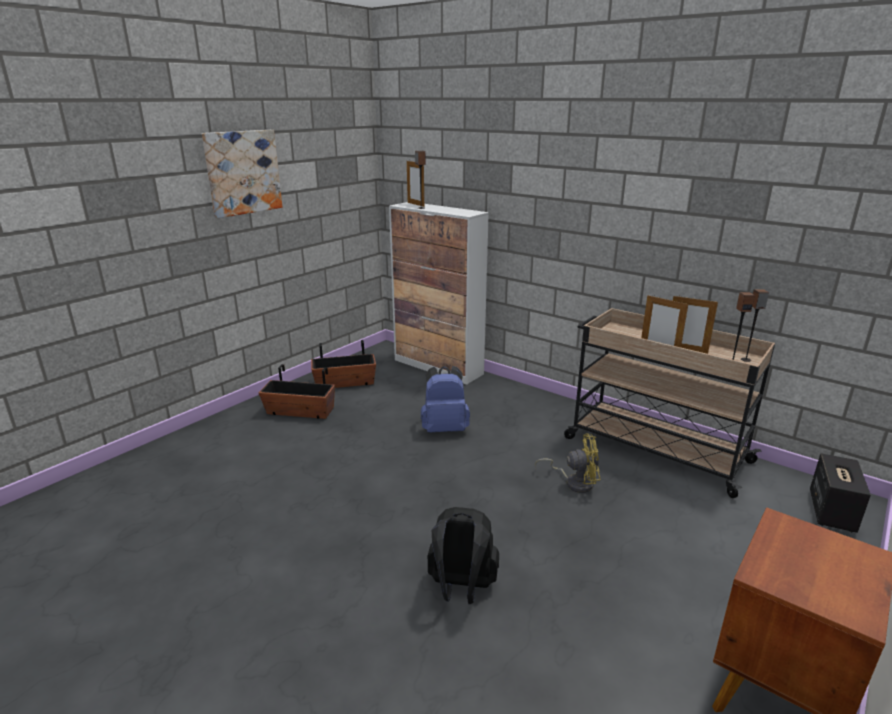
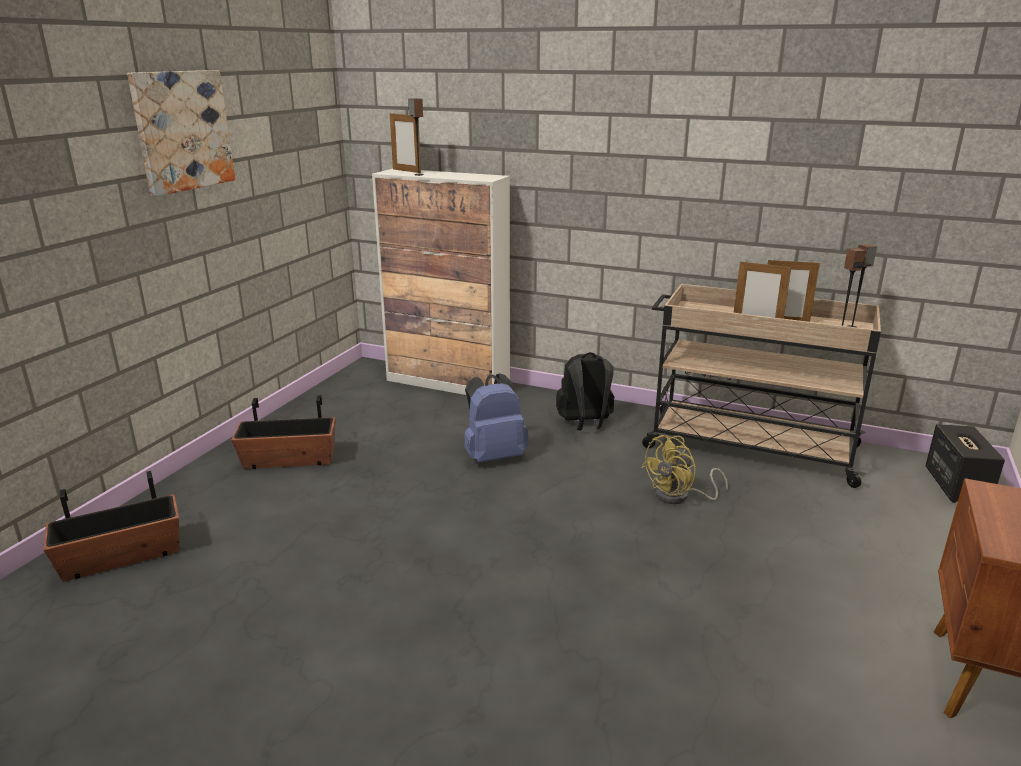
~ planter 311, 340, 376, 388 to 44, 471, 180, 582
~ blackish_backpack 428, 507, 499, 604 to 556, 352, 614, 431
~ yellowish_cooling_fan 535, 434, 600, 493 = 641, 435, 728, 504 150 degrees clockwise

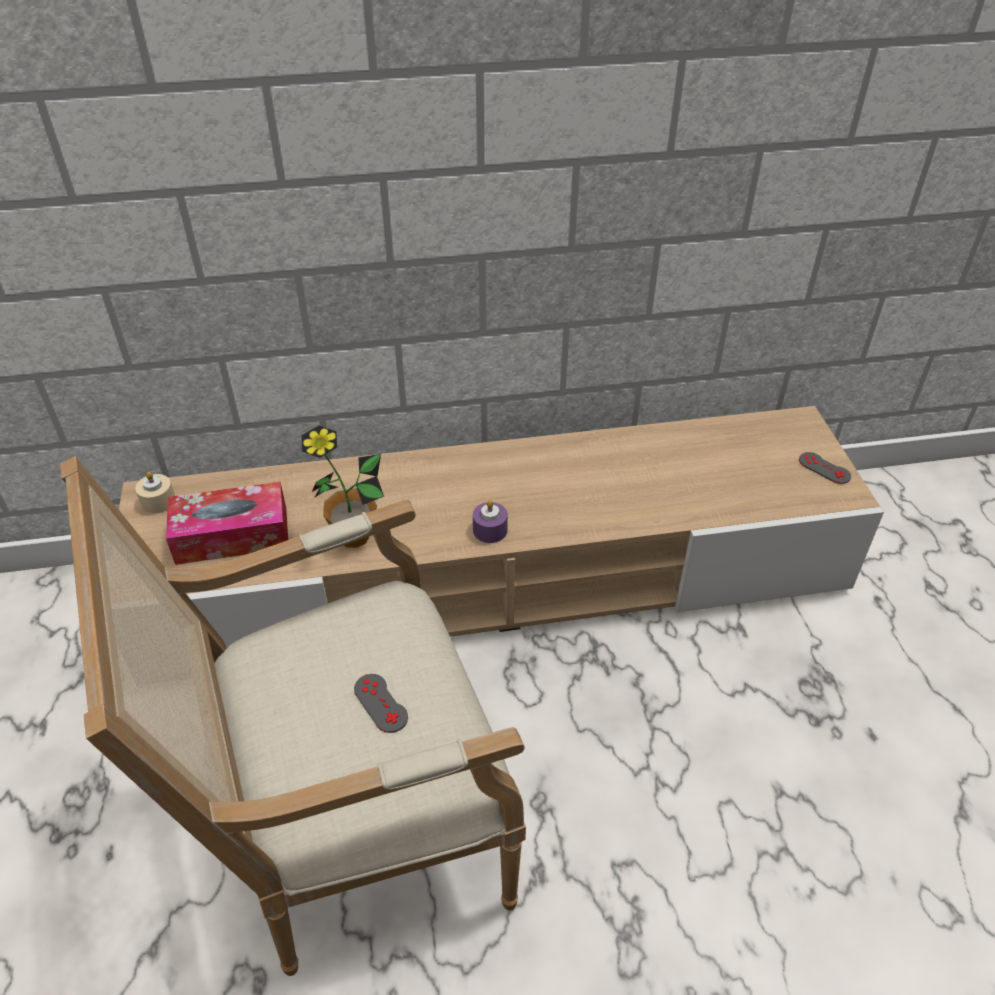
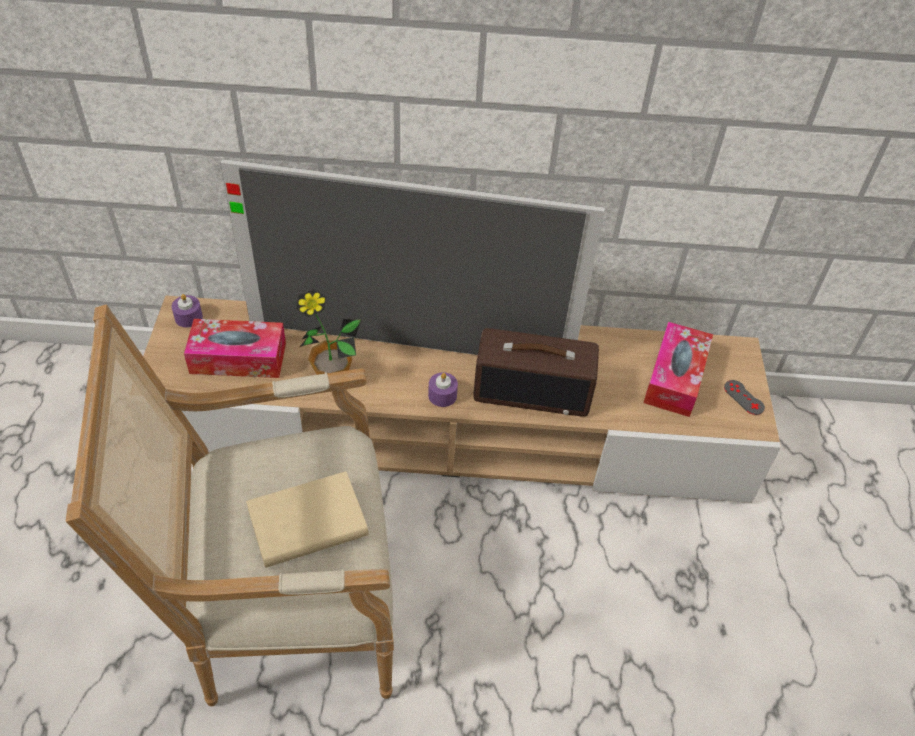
~ beige-coloured_wax_candle 135, 472, 175, 514 to purple-coloured_wax_candle 172, 294, 203, 328
~ grey_joypad 354, 674, 408, 733 to beige-coloured_volume 246, 471, 368, 568
+ TV_set 220, 159, 605, 355
+ radio_set 473, 328, 599, 417
+ box_of_tissues 643, 322, 713, 417

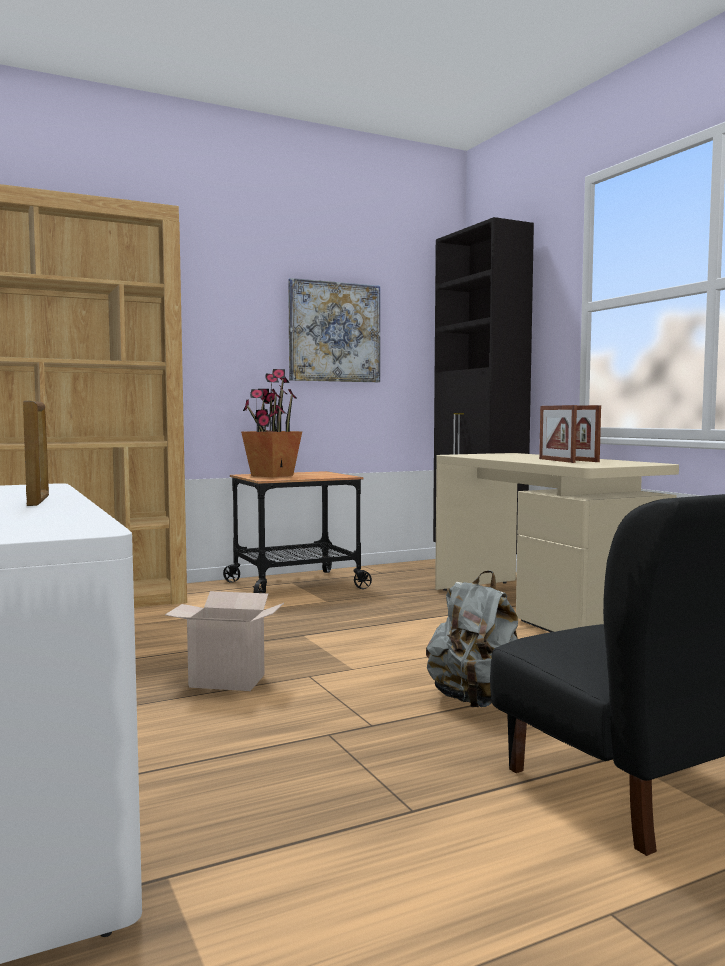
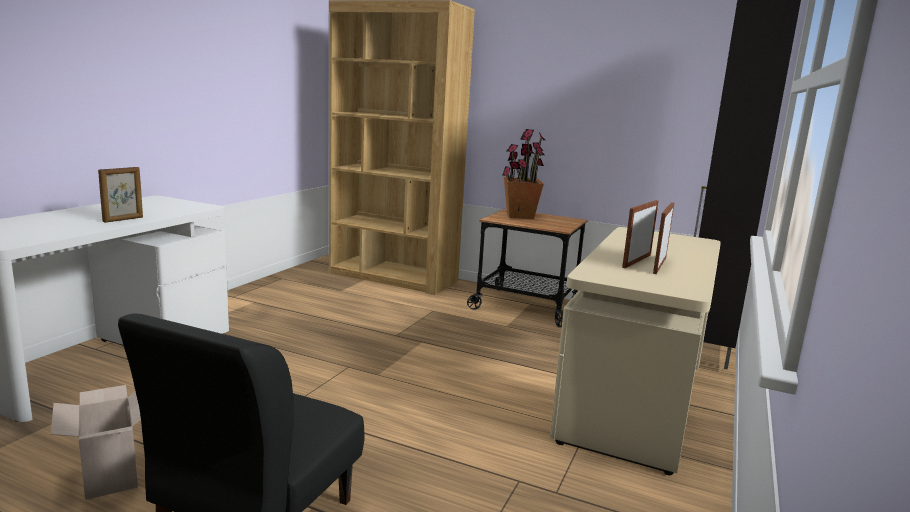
~ cardboard_box 165, 591, 284, 691 to 51, 385, 141, 500
- wall_art 288, 278, 380, 382
- grey_backpack 426, 570, 518, 707

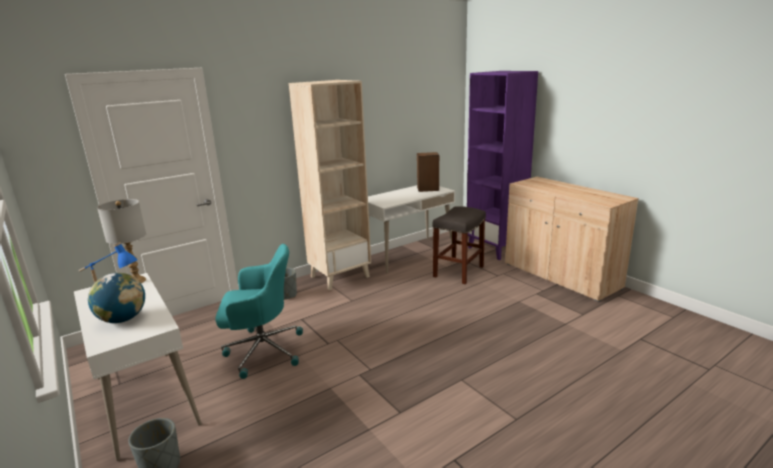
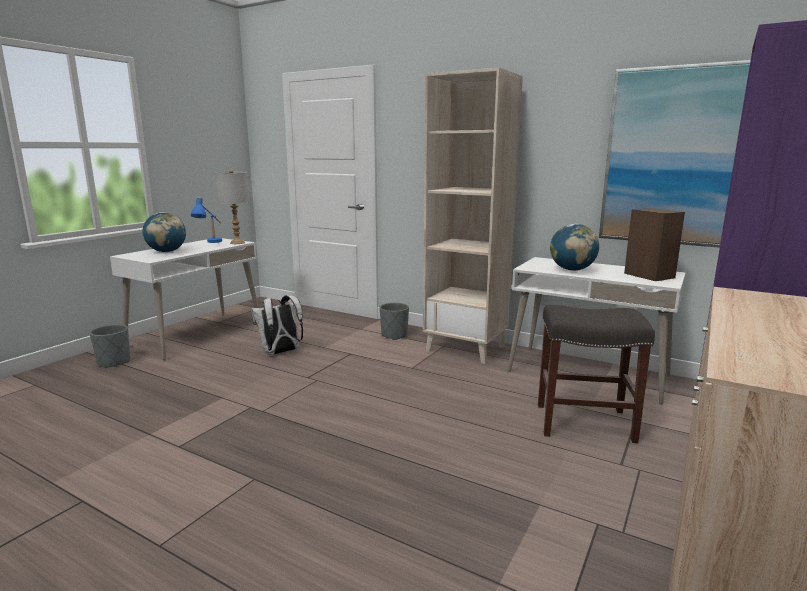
~ turquoise-coloured_computer_chair 215, 244, 303, 379 to white-coloured_backpack 251, 295, 303, 355
+ desk_globe 550, 224, 599, 271
+ wall_art 599, 60, 751, 248

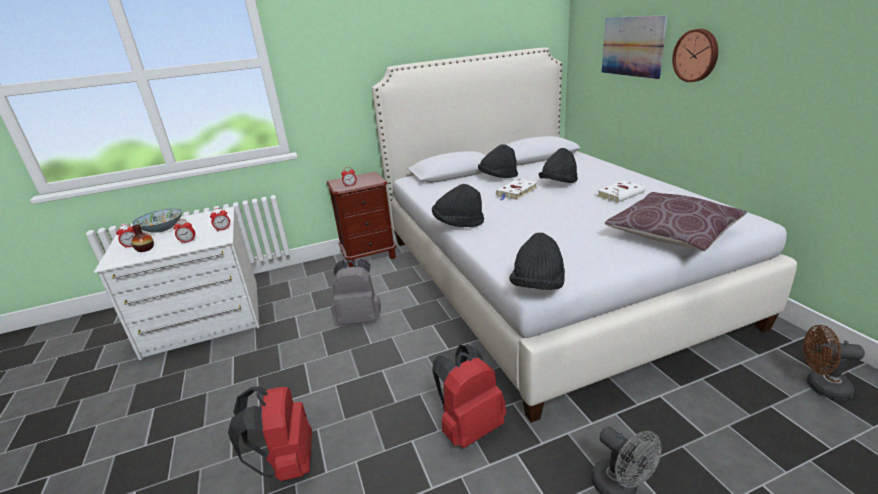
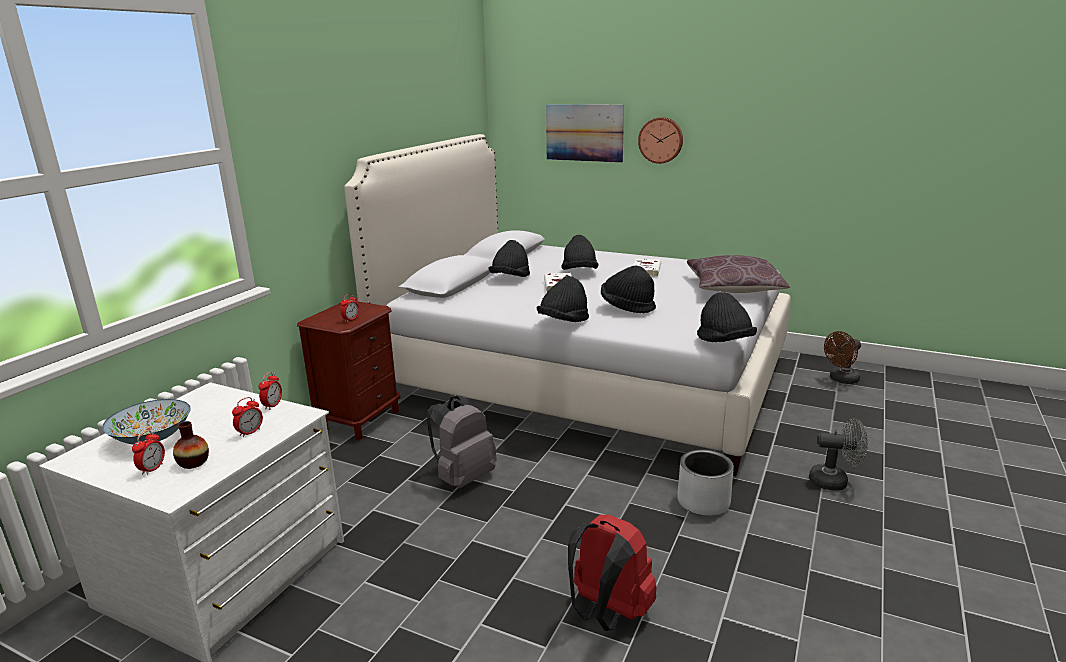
~ red-coloured_backpack 432, 345, 506, 448 to grey_planter 677, 450, 734, 516
+ blackish_hat 601, 266, 656, 313

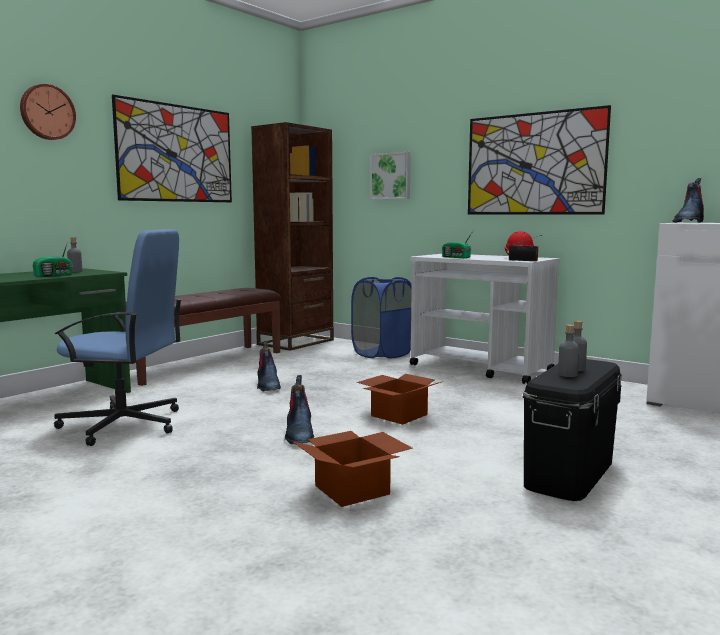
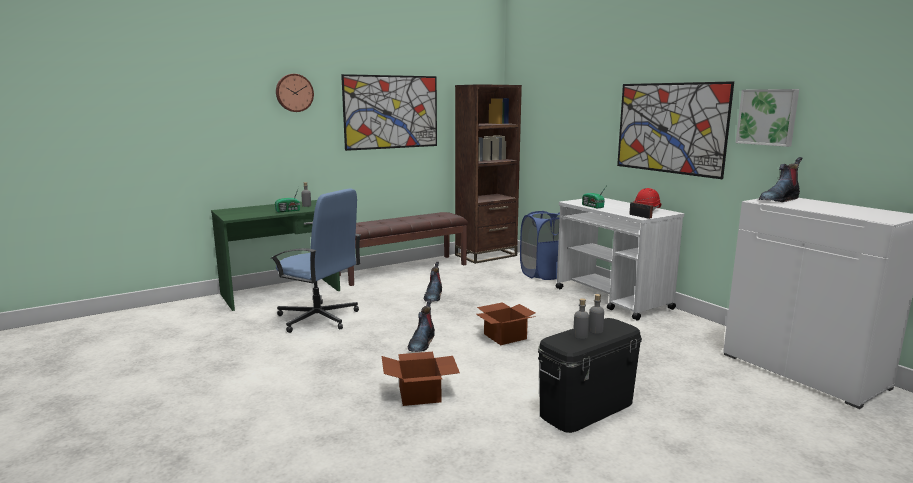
~ wall_art 370, 152, 411, 200 to 736, 89, 799, 147

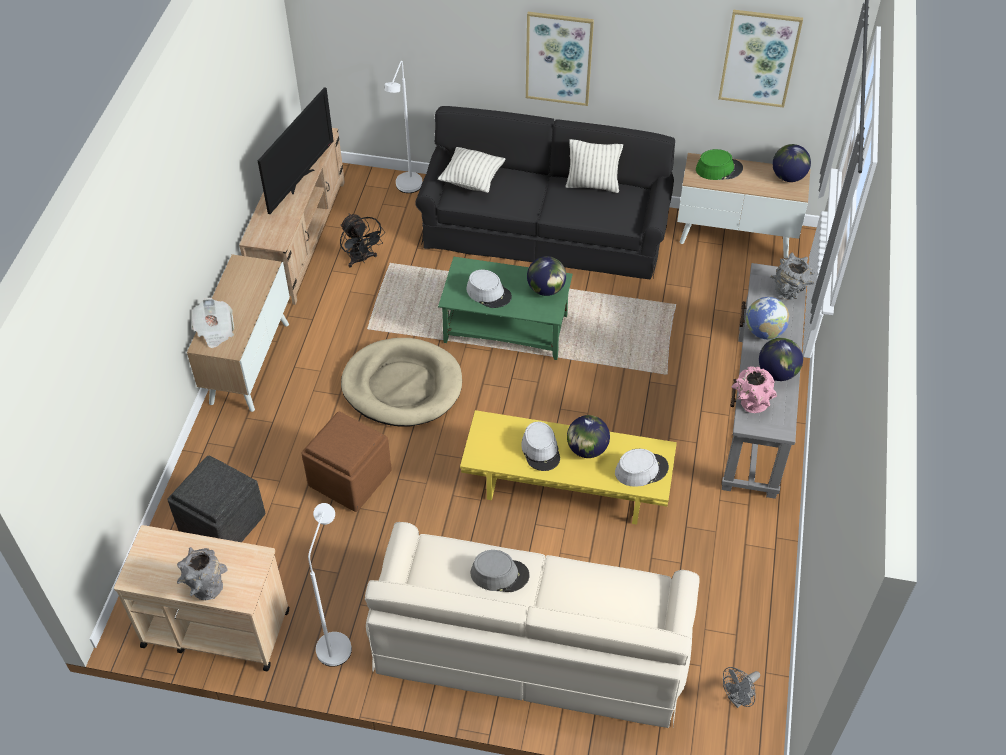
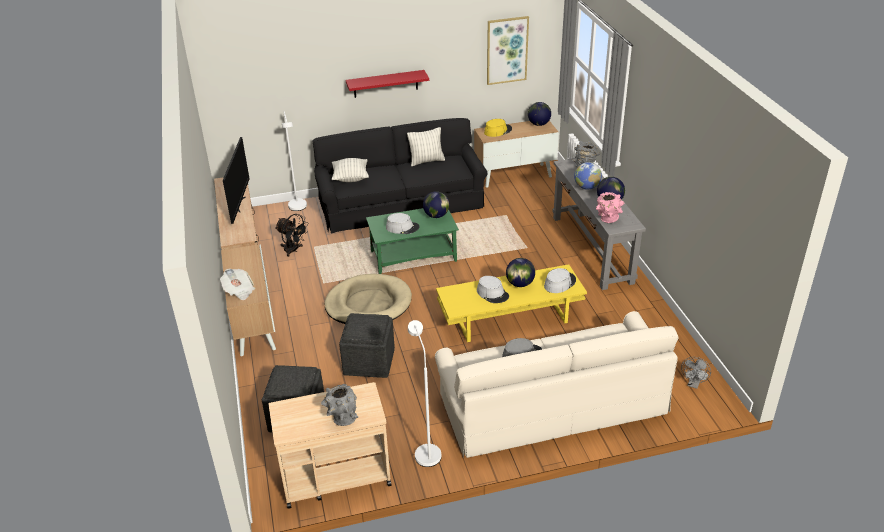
~ brown-coloured_footrest 301, 412, 392, 512 to grey_footrest 339, 313, 395, 378
~ wall_art 526, 12, 594, 106 to red-coloured_shelf 346, 70, 429, 98
~ green-coloured_hat 696, 149, 743, 180 to yellowish_hat 484, 119, 512, 137

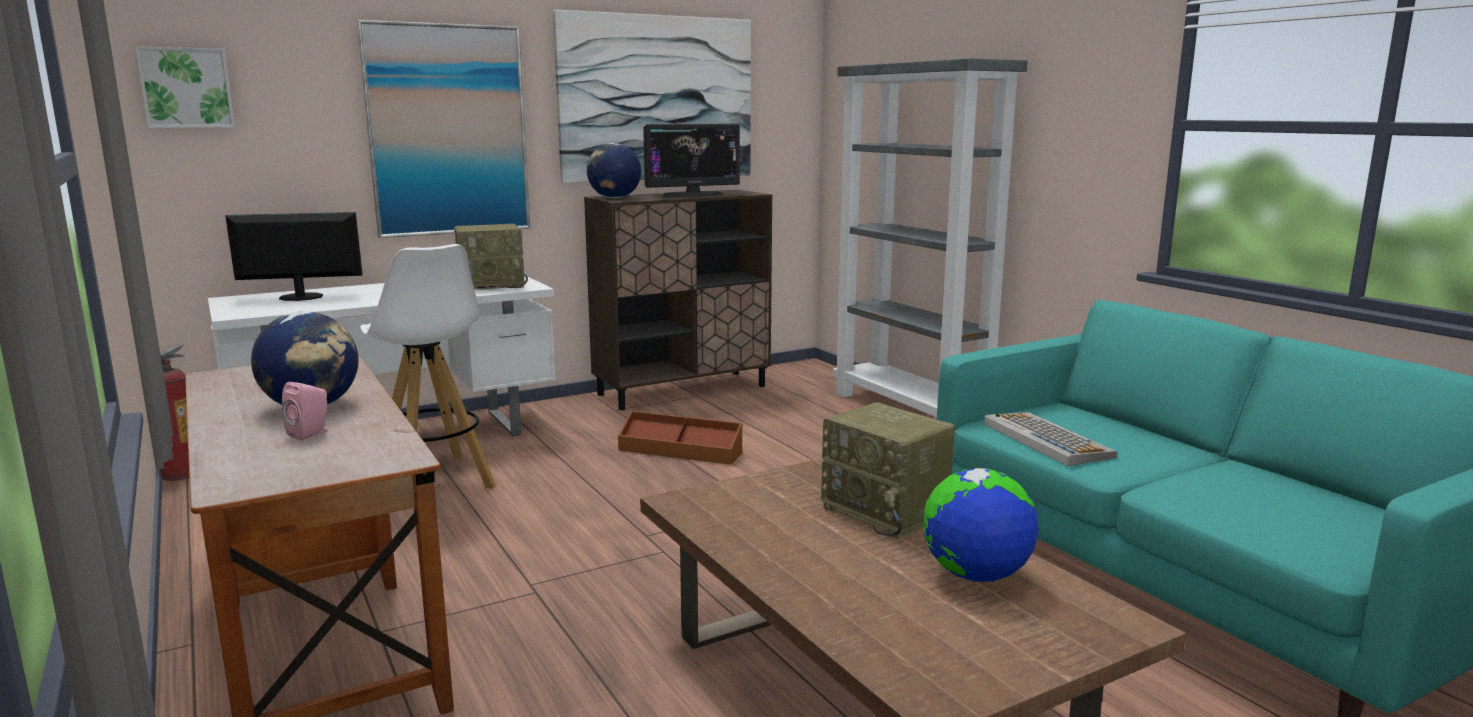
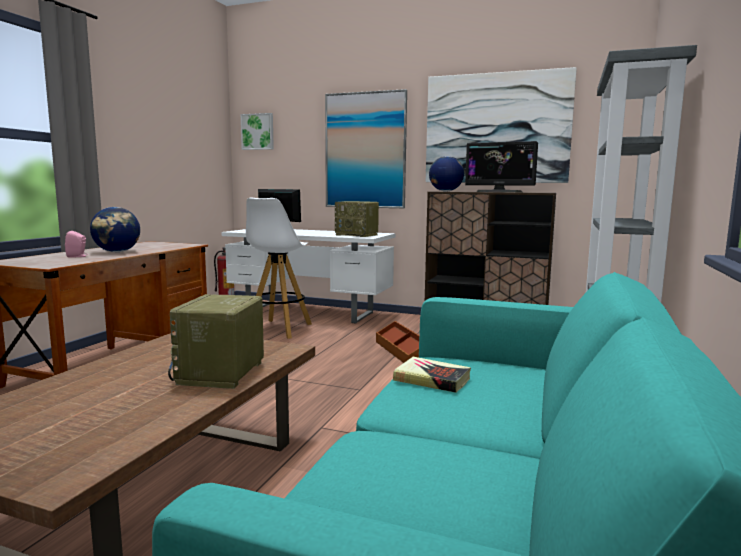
- desk_globe 923, 468, 1039, 582
~ computer_keyboard 984, 412, 1117, 466 to volume 393, 357, 471, 393

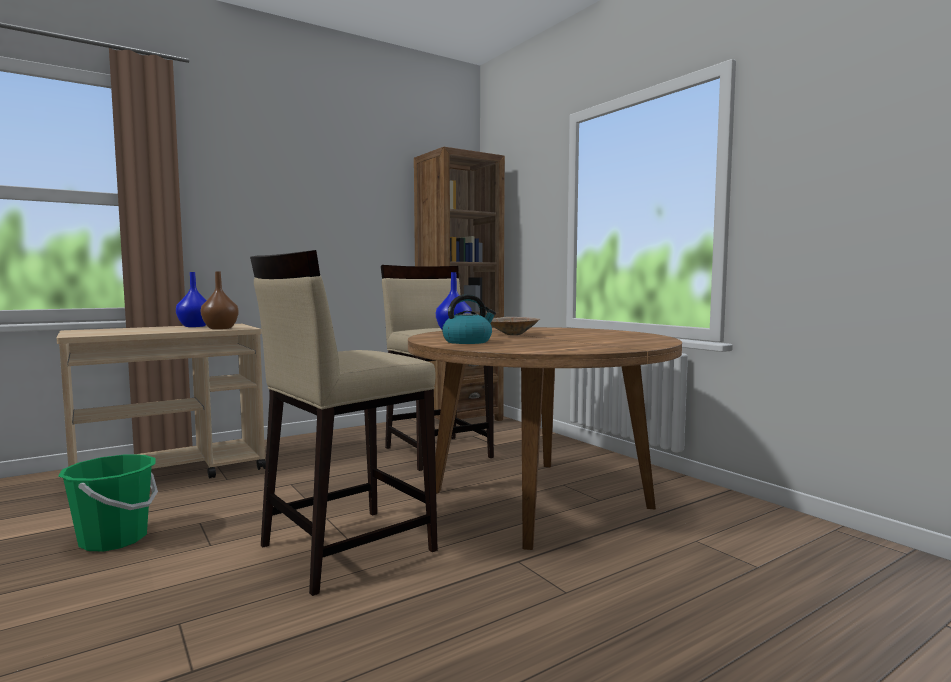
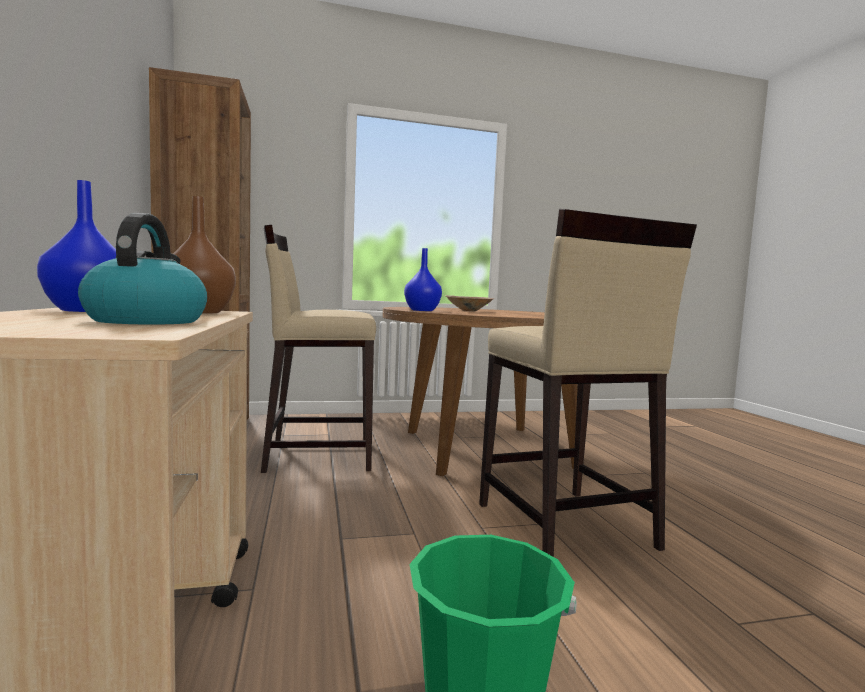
~ water_kettle 442, 294, 496, 344 to 78, 213, 207, 325

